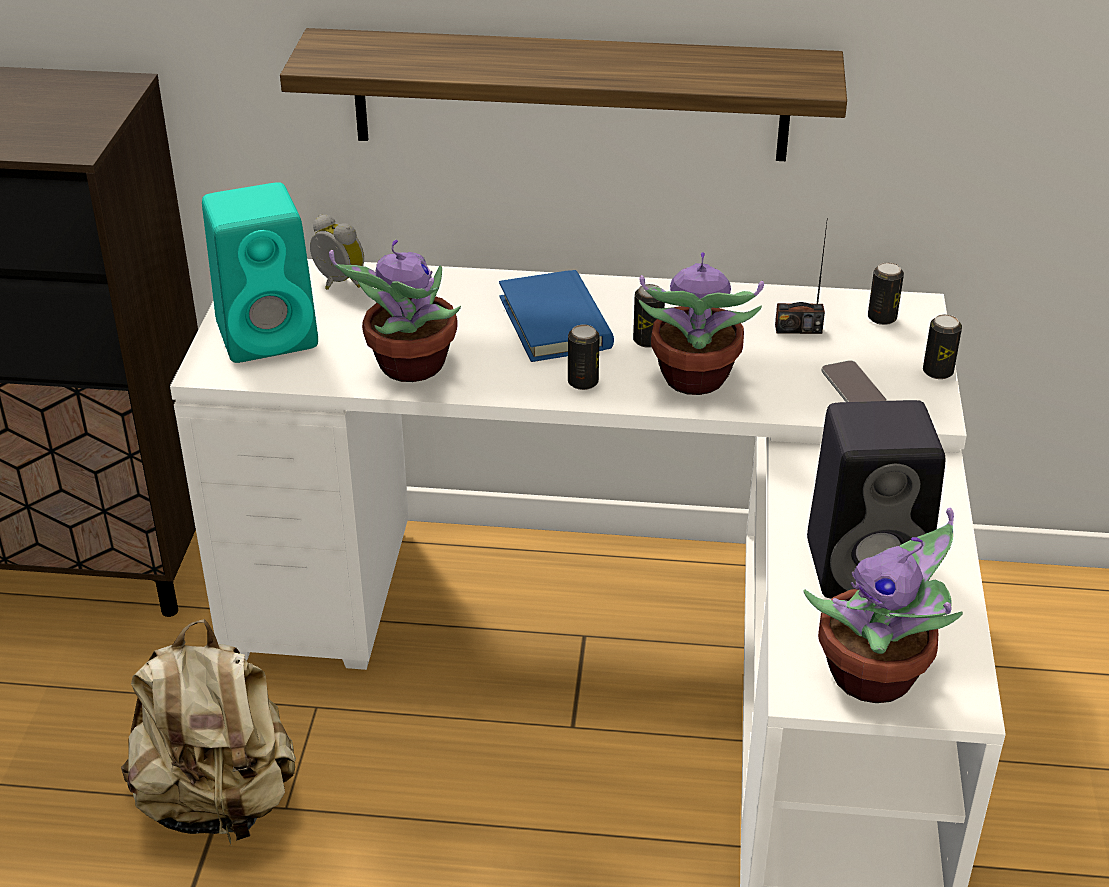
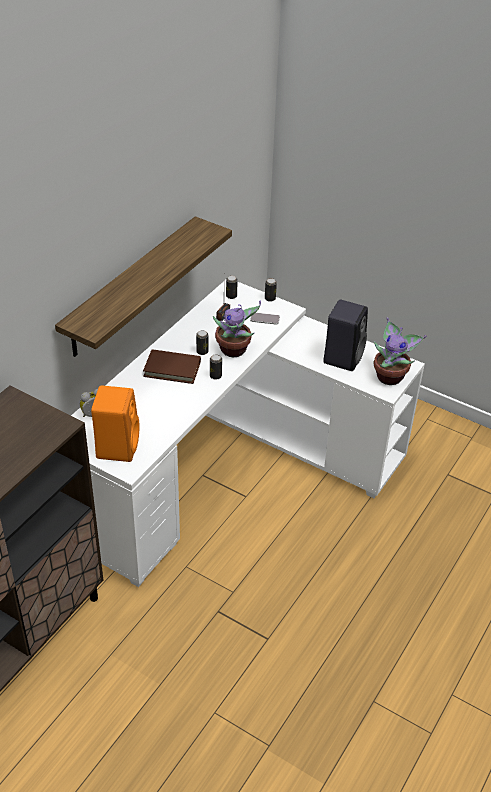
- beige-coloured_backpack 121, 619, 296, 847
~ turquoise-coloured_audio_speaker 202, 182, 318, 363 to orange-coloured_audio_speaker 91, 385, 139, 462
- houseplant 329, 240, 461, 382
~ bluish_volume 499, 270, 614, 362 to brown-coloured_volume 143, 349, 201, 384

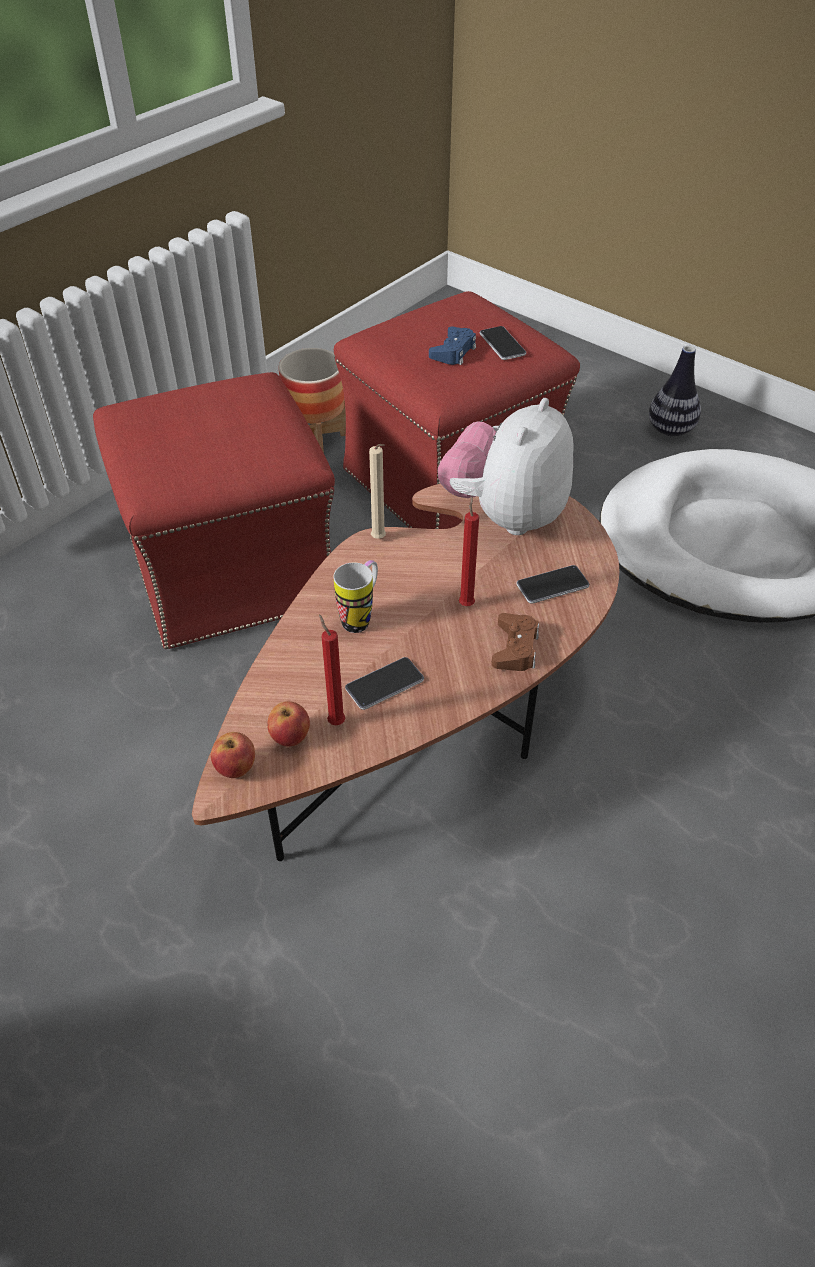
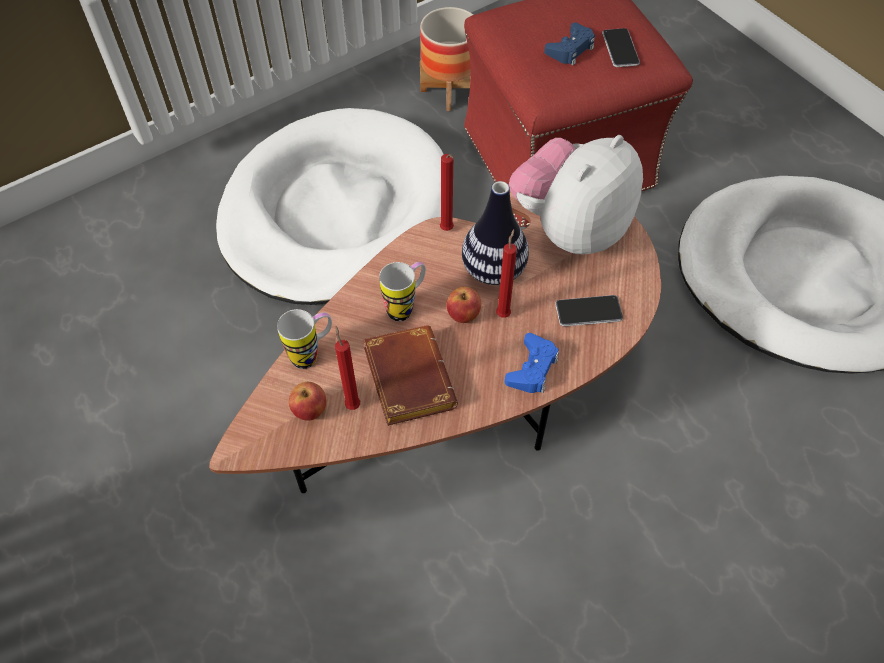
~ red-coloured_footrest 93, 372, 335, 649 to white-coloured_dog_bed 216, 108, 444, 305
~ apple_fruit 211, 732, 255, 778 to 446, 287, 481, 323
~ telephone 345, 657, 424, 710 to brown-coloured_volume 364, 325, 458, 426
~ beige-coloured_wax_candle 369, 444, 386, 539 to red-coloured_wax_candle 440, 154, 454, 231
~ brown-coloured_joypad 491, 613, 539, 671 to bluish_joypad 505, 333, 559, 393
~ vase 649, 346, 701, 436 to 462, 181, 529, 285
+ mug 277, 309, 332, 369

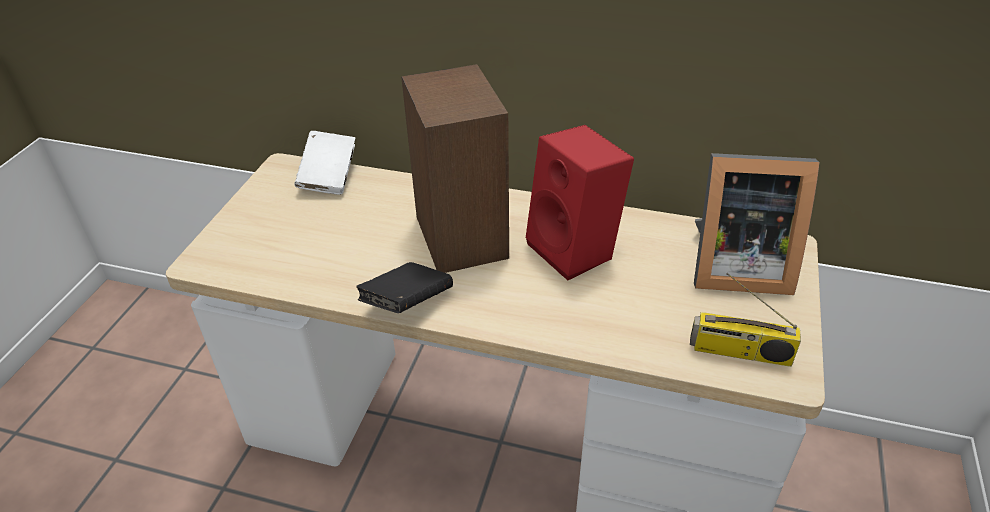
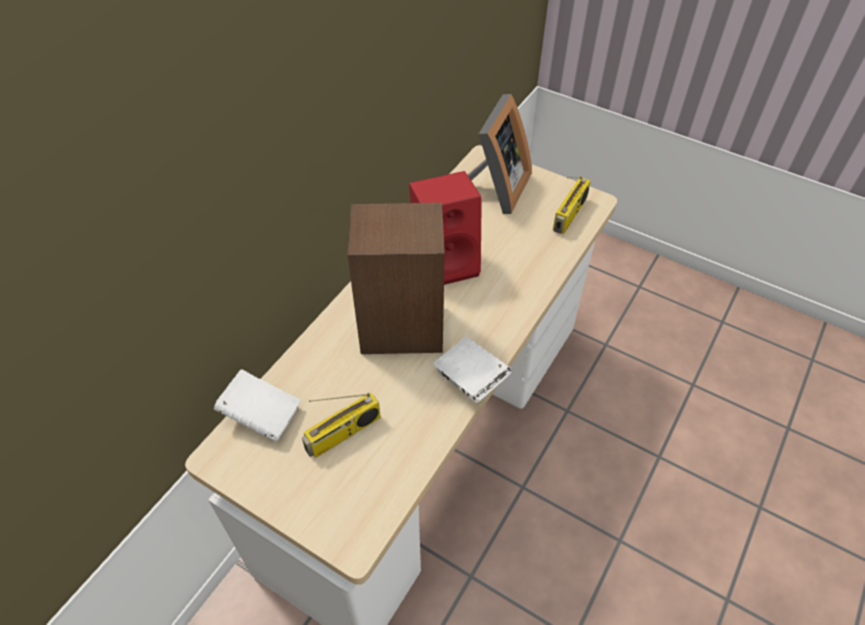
~ blackish_volume 356, 262, 453, 313 to white-coloured_volume 433, 337, 511, 403
+ radio_set 302, 392, 381, 458

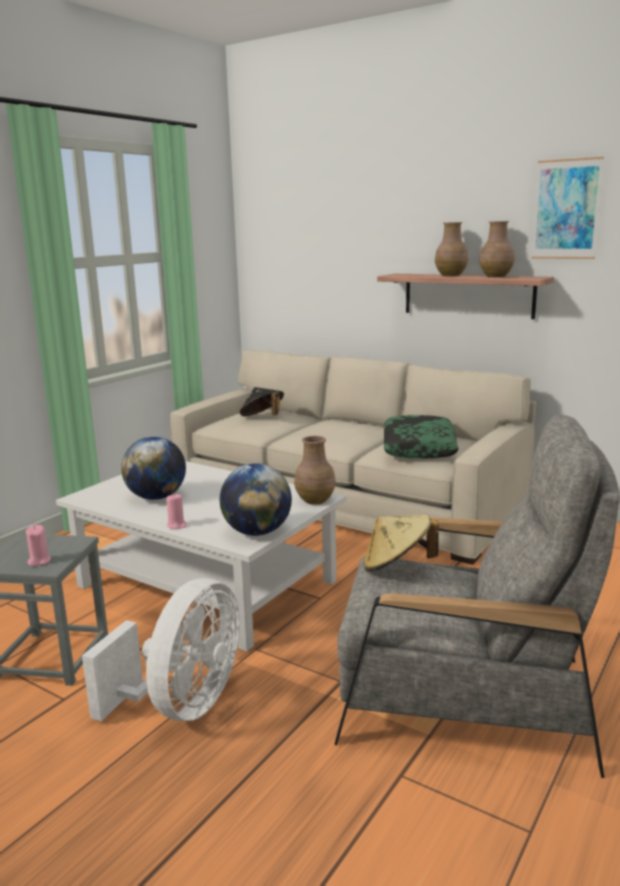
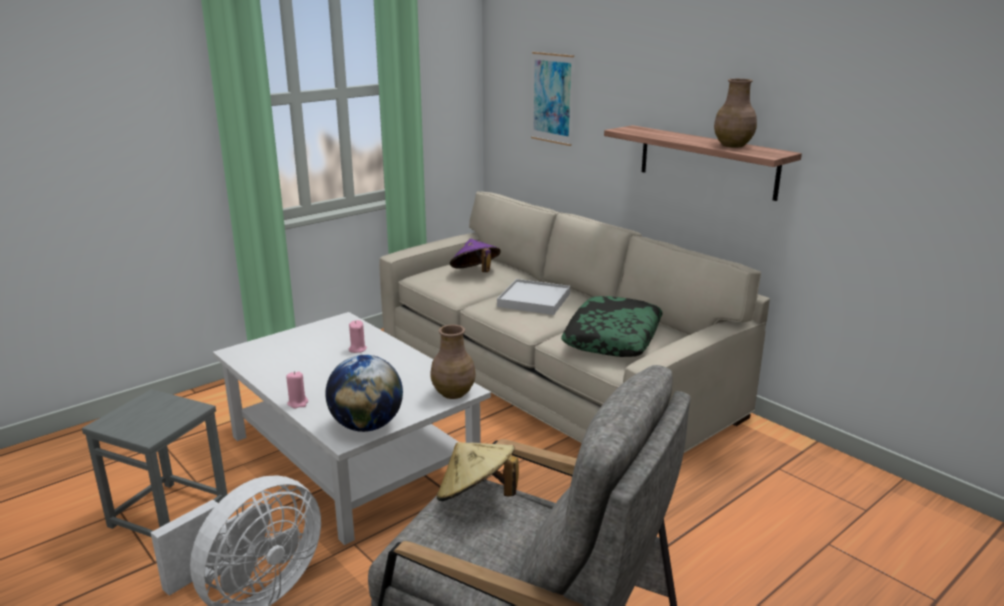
~ pink_wax_candle 26, 525, 51, 566 to 349, 320, 367, 353
- desk_globe 121, 437, 186, 500
~ blackish_hat 240, 387, 284, 416 to purple-coloured_hat 450, 238, 501, 272
- brown-coloured_vase 435, 222, 468, 276
~ wall_art 532, 157, 604, 259 to 531, 52, 574, 146
+ white-coloured_carrying_tray 497, 279, 570, 315

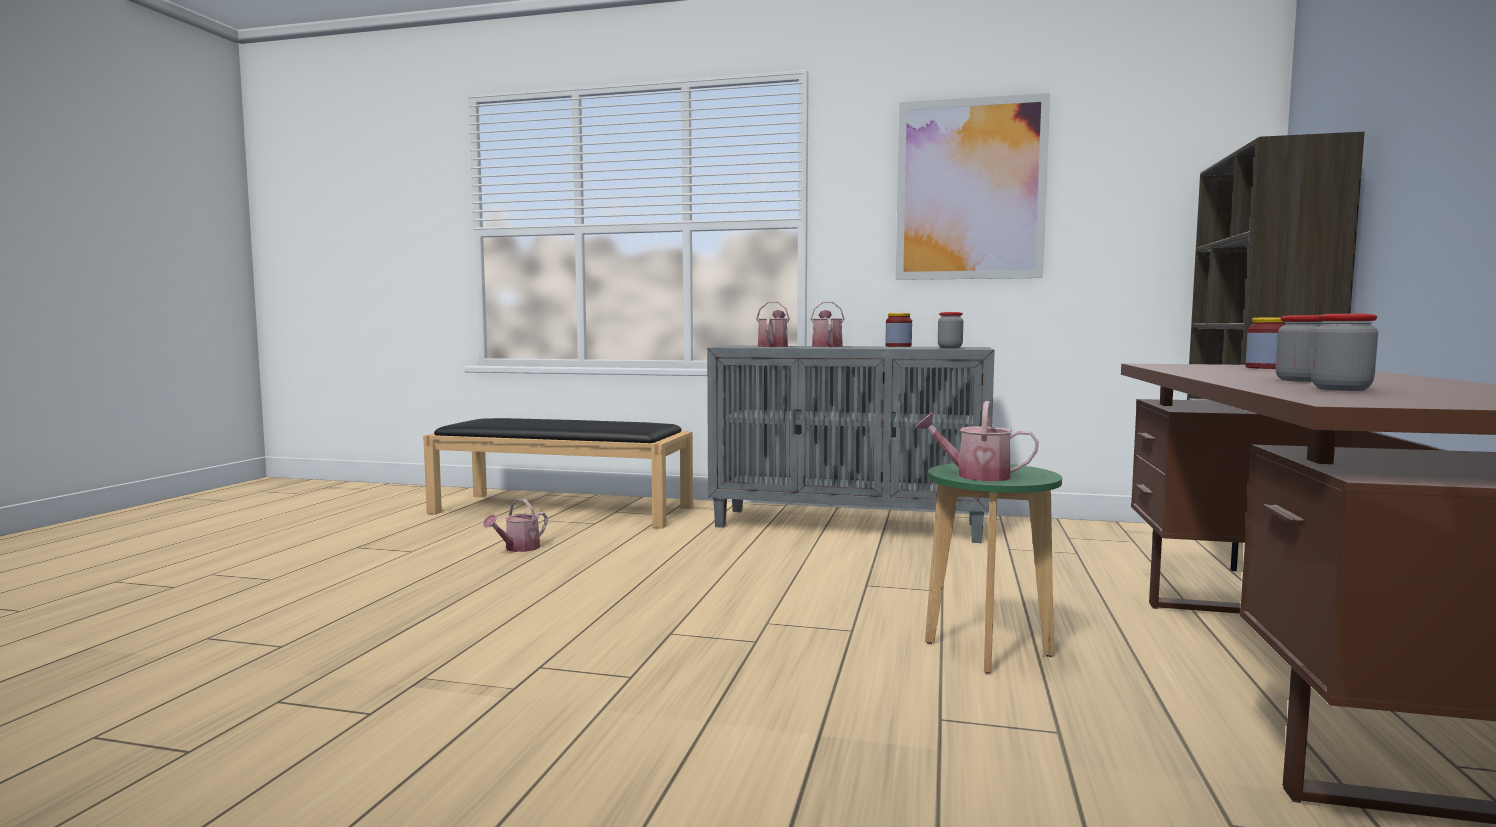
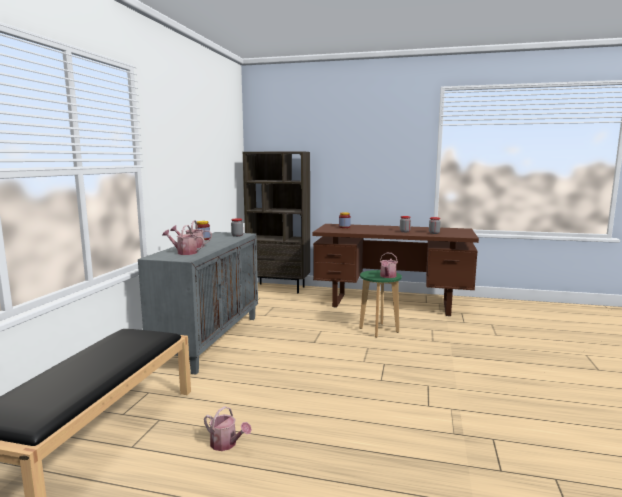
- wall_art 896, 93, 1050, 280

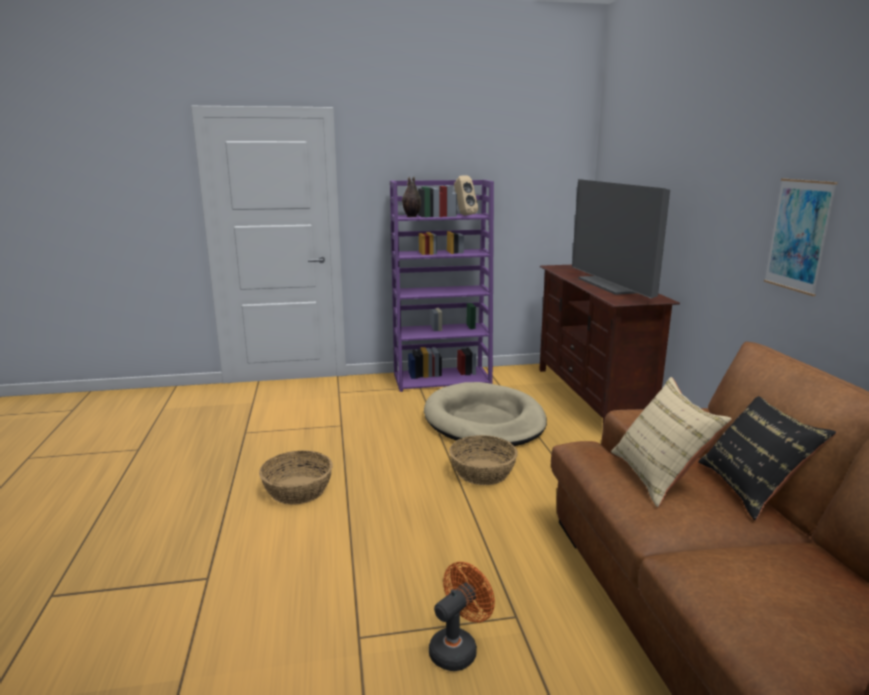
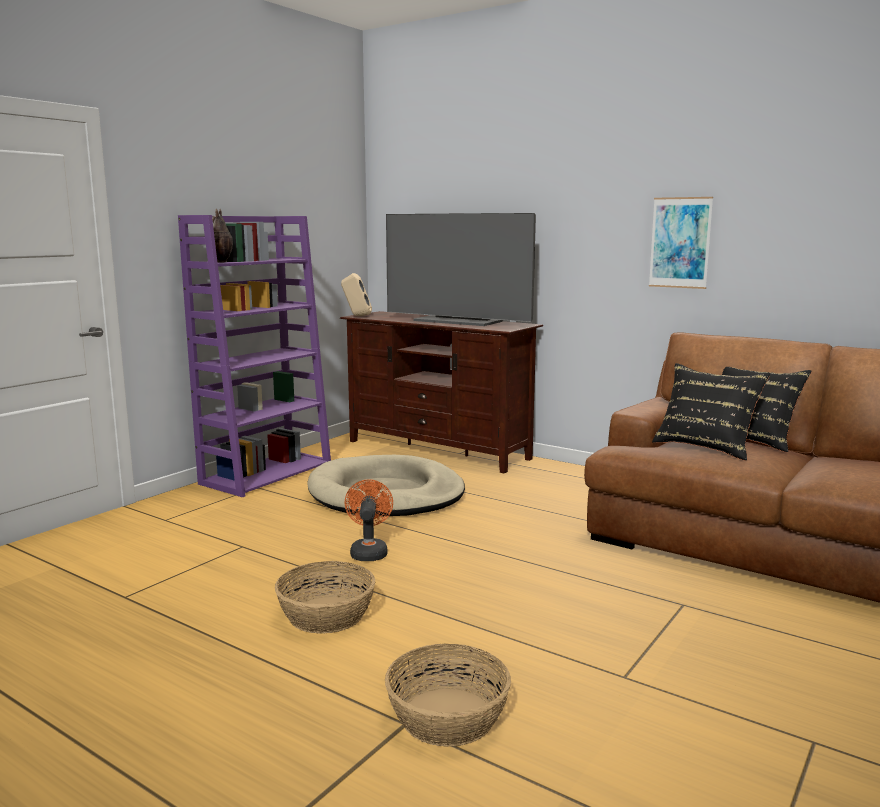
~ orange-coloured_cooling_fan 429, 562, 495, 671 to 345, 479, 393, 561
~ basket 449, 435, 518, 485 to 385, 644, 511, 747
~ beige-coloured_audio_speaker 454, 175, 478, 216 to 341, 273, 372, 316
~ beige-coloured_cushion 611, 377, 732, 507 to blackish_cushion 652, 363, 770, 461

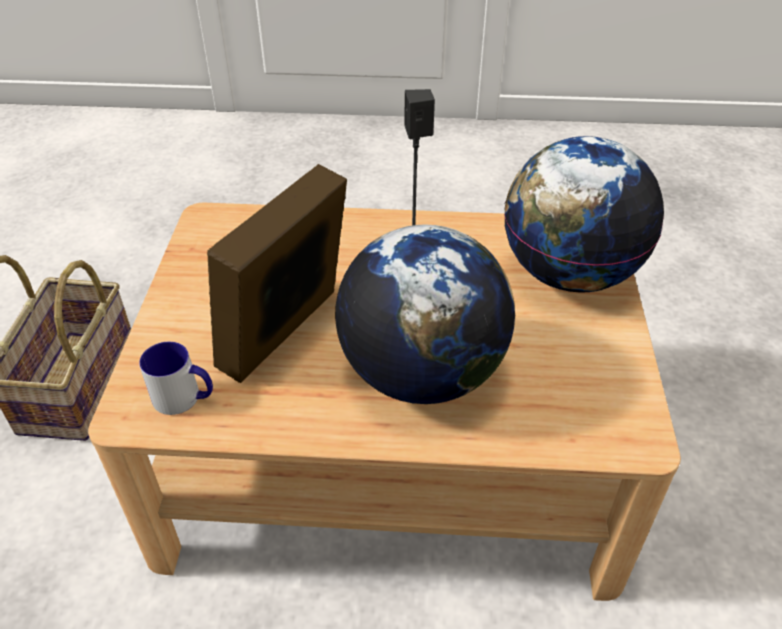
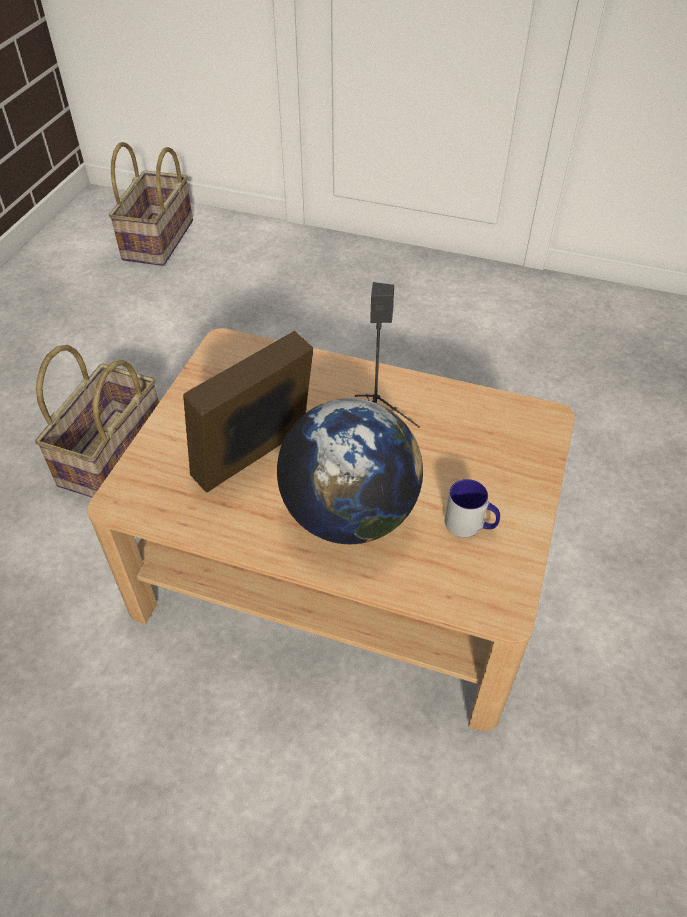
~ mug 139, 342, 213, 415 to 445, 479, 500, 537
- desk_globe 504, 136, 664, 293
+ basket 109, 142, 193, 266

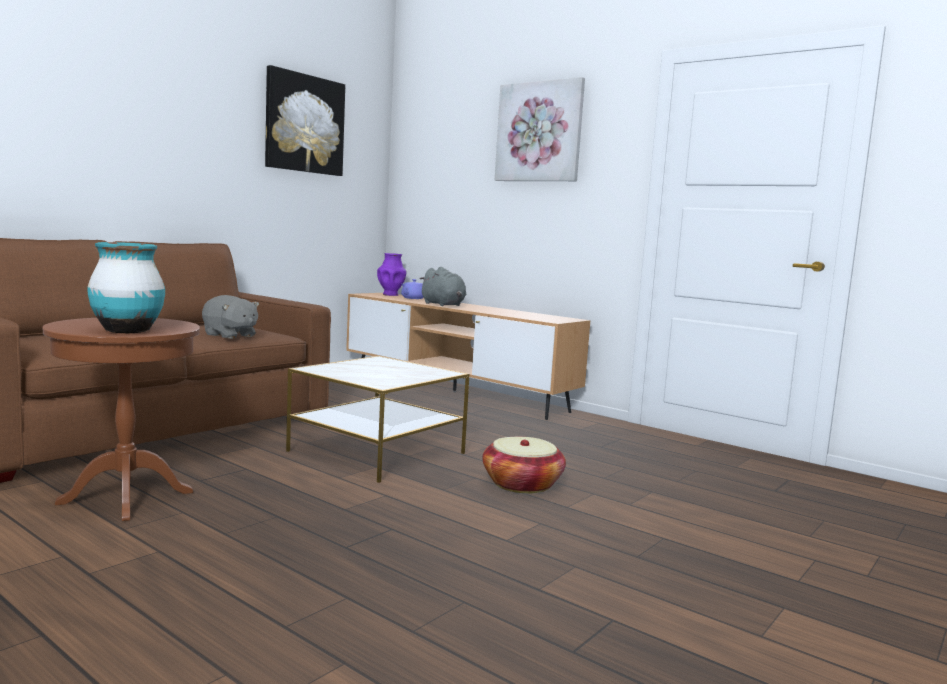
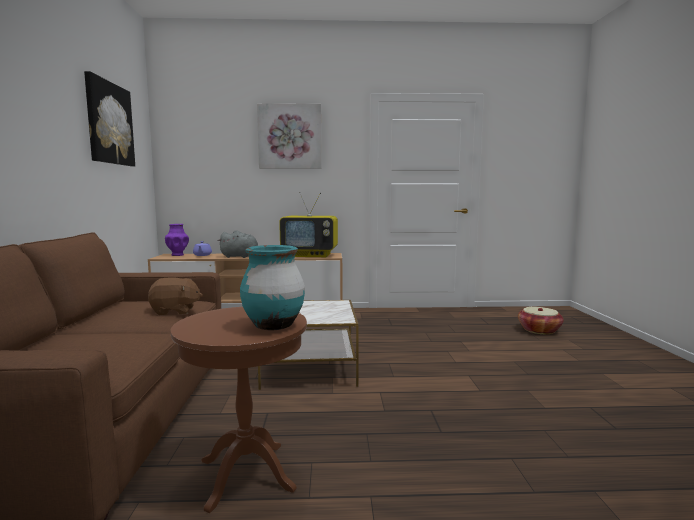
~ grey_plush_toy 202, 295, 259, 339 to brown-coloured_plush_toy 148, 277, 203, 315
~ basket 482, 437, 566, 493 to 518, 307, 564, 334
+ TV_set 279, 192, 338, 257

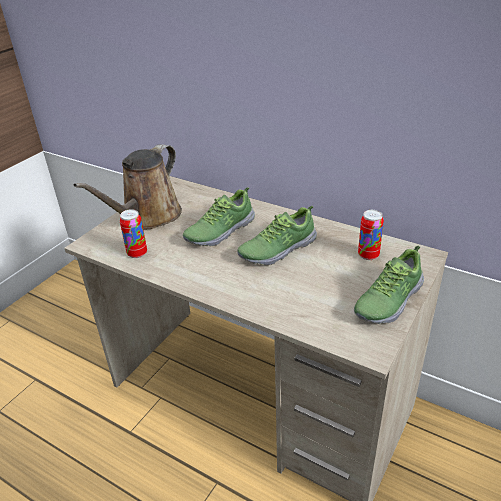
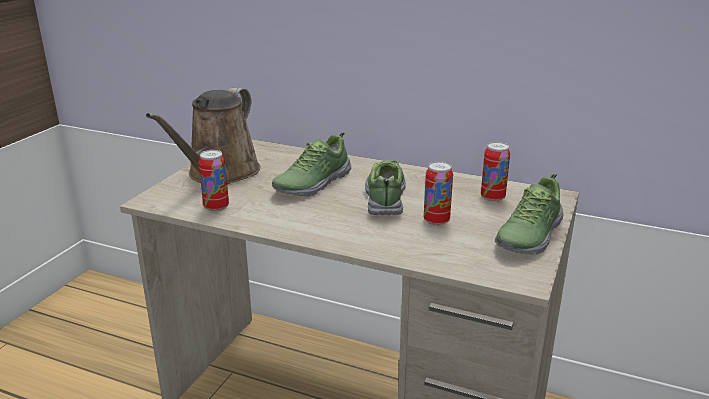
~ shoe 237, 206, 317, 265 = 365, 160, 406, 215 135 degrees clockwise
+ sealed_can 424, 161, 453, 226

